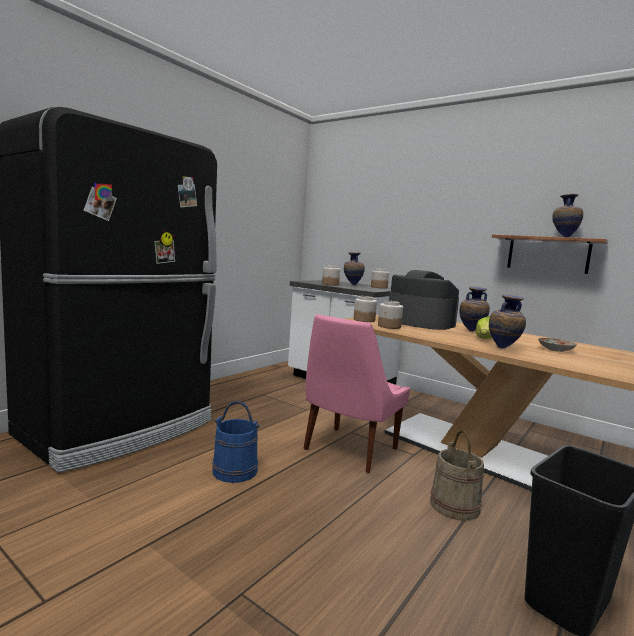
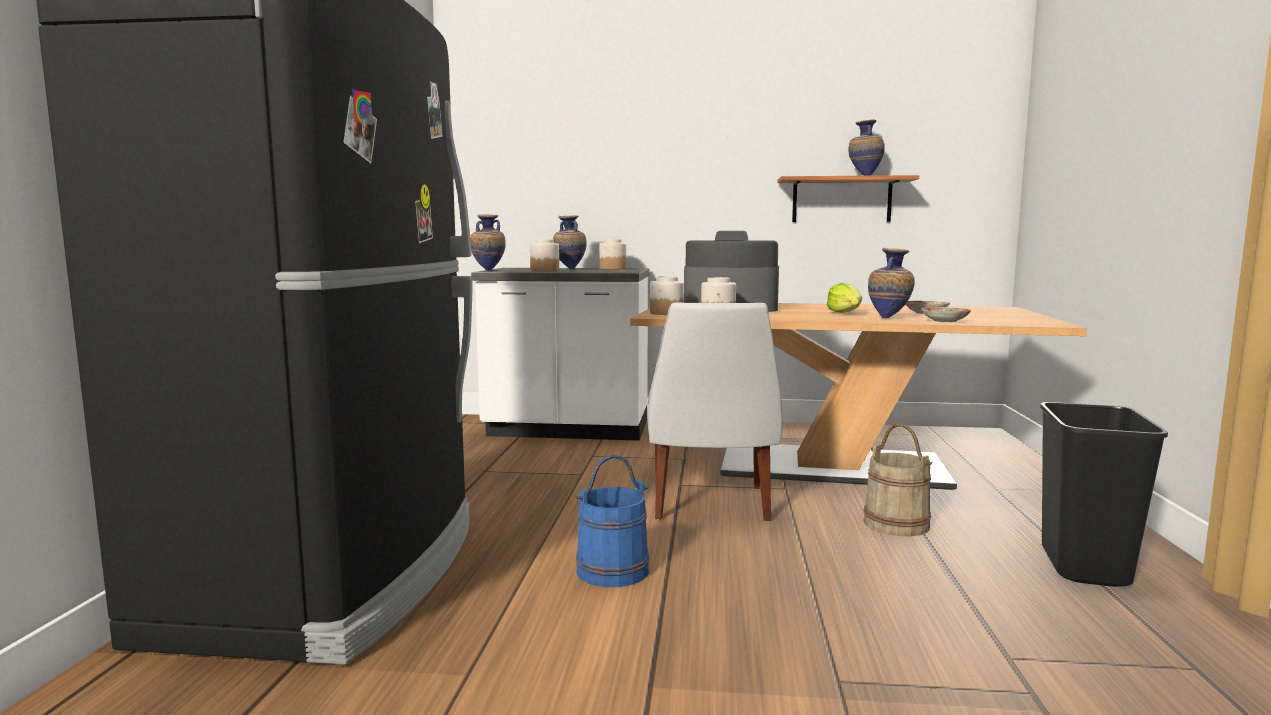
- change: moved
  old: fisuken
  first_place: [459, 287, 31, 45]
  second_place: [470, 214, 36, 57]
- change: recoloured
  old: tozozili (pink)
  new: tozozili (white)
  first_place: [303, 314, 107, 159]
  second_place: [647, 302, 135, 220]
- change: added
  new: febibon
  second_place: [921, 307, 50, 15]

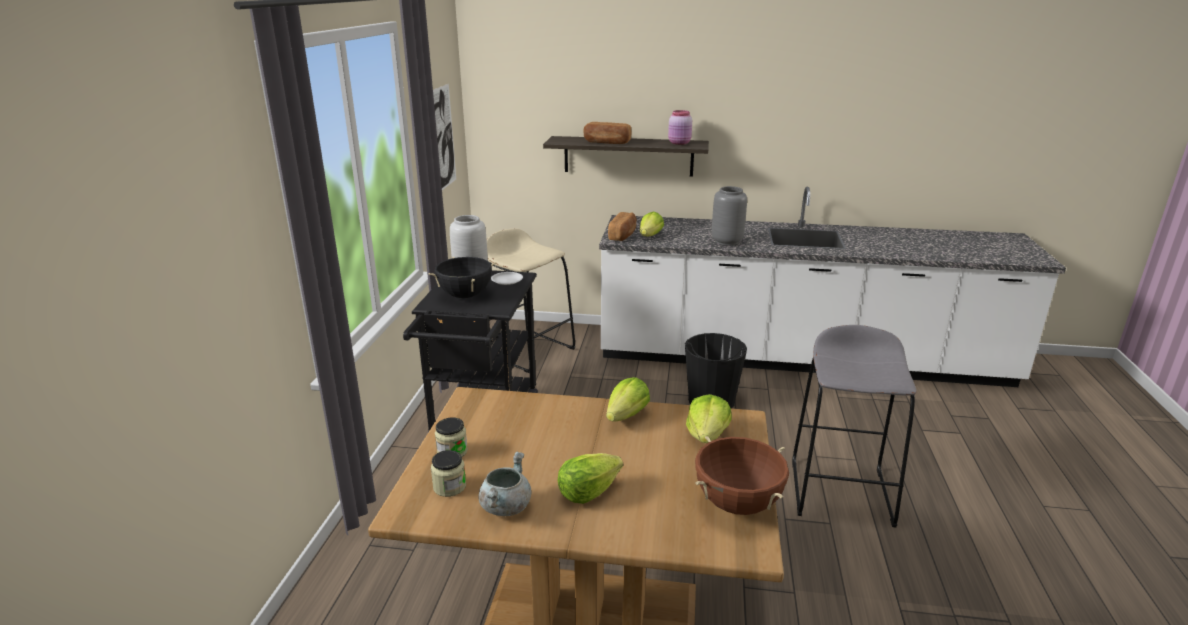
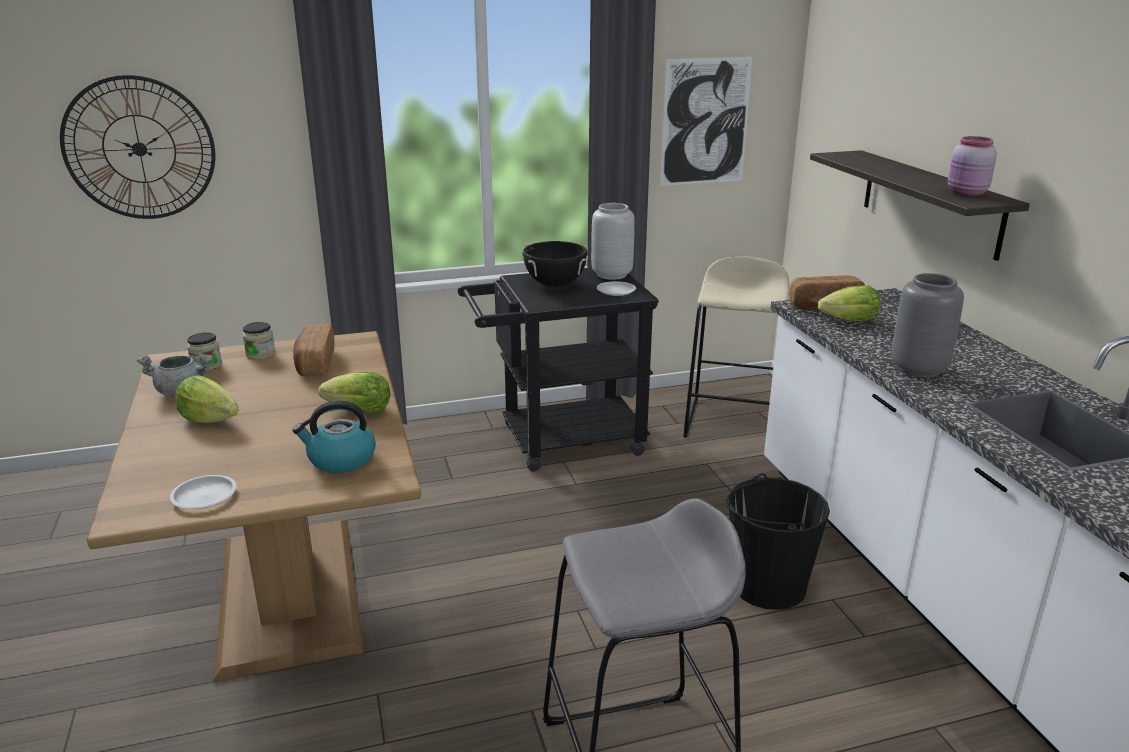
- change: moved
  old: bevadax
  first_place: [583, 122, 48, 22]
  second_place: [293, 324, 42, 52]
- change: replaced
  old: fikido
  new: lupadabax
  first_place: [686, 394, 46, 49]
  second_place: [292, 400, 84, 73]
- change: replaced
  old: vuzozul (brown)
  new: febibon (white)
  first_place: [695, 436, 94, 79]
  second_place: [170, 475, 67, 34]
- change: added
  new: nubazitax
  second_place: [60, 75, 155, 144]

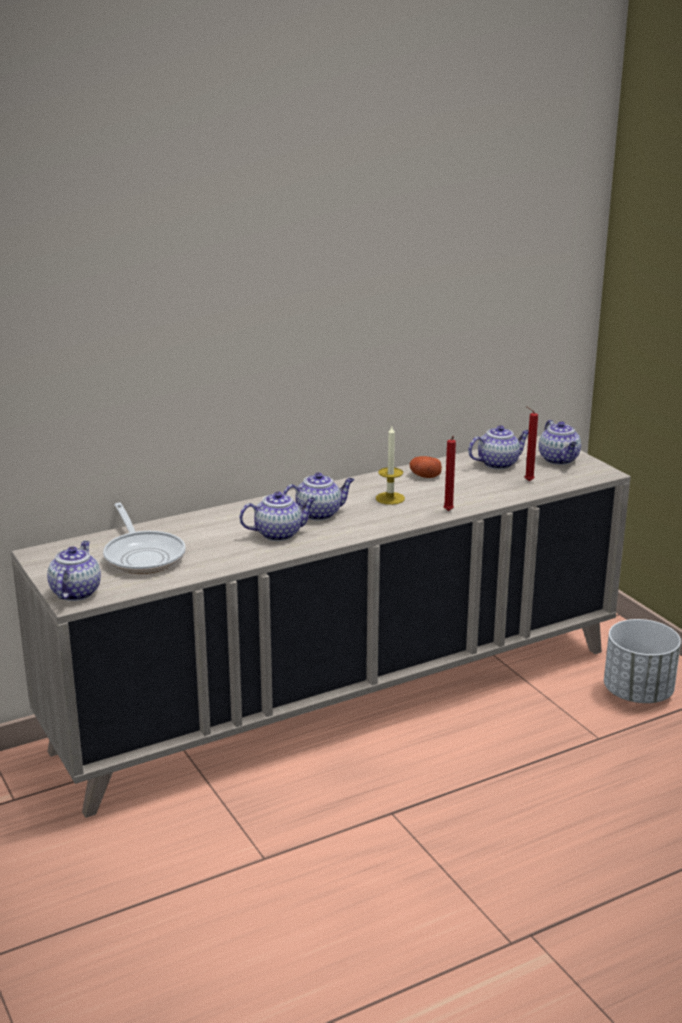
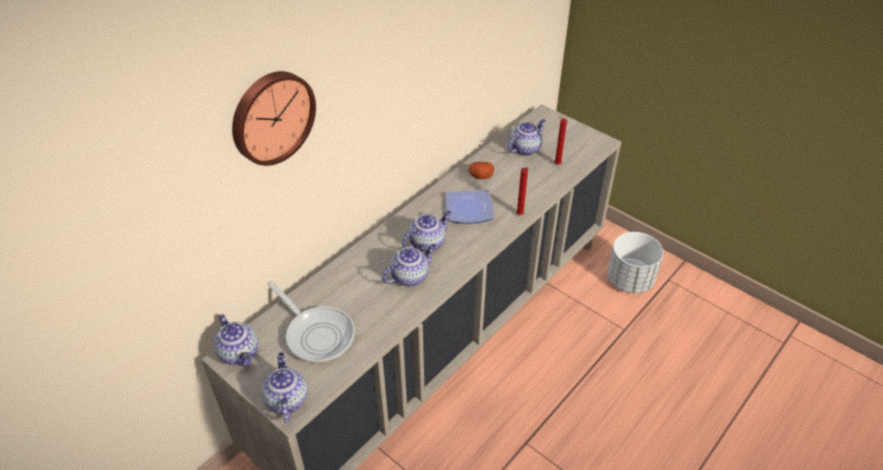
- change: moved
  old: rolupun
  first_place: [539, 420, 42, 45]
  second_place: [214, 314, 44, 52]
- change: replaced
  old: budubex
  new: febibon
  first_place: [376, 426, 29, 79]
  second_place: [446, 190, 47, 34]
- change: added
  new: nubazitax
  second_place: [232, 71, 84, 95]

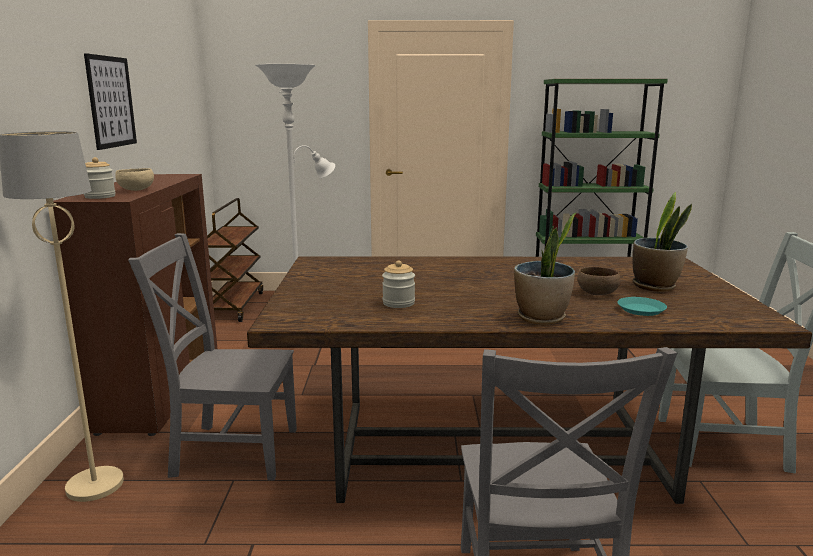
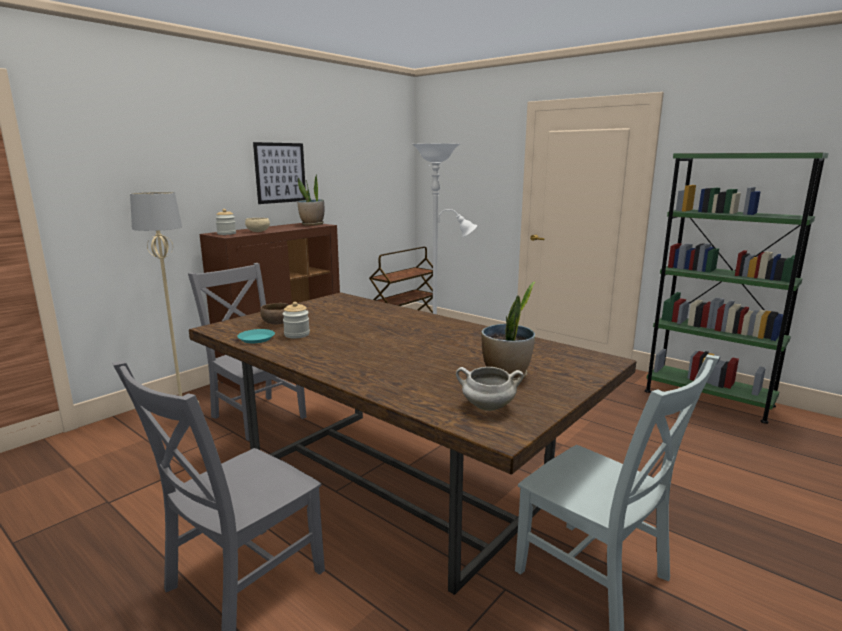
- change: moved
  old: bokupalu
  first_place: [514, 212, 63, 113]
  second_place: [297, 175, 27, 51]
- change: moved
  old: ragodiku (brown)
  first_place: [577, 267, 44, 28]
  second_place: [260, 303, 30, 21]
- change: moved
  old: febibon (turquoise)
  first_place: [617, 297, 50, 19]
  second_place: [237, 329, 38, 14]
- change: added
  new: vuzozul (white)
  second_place: [456, 367, 68, 44]

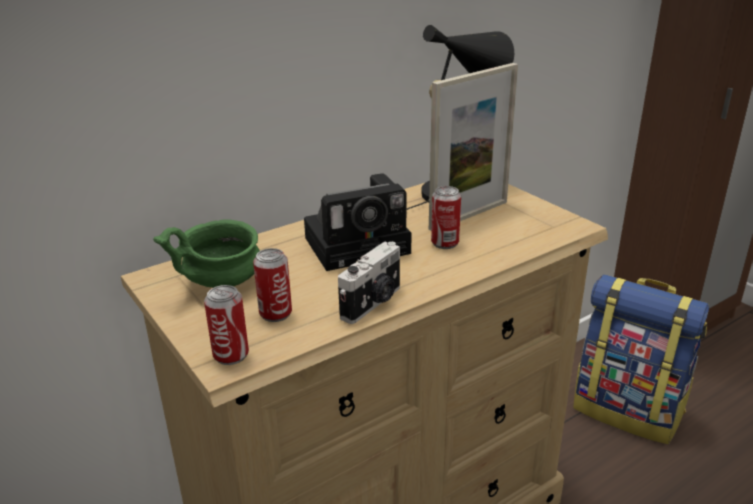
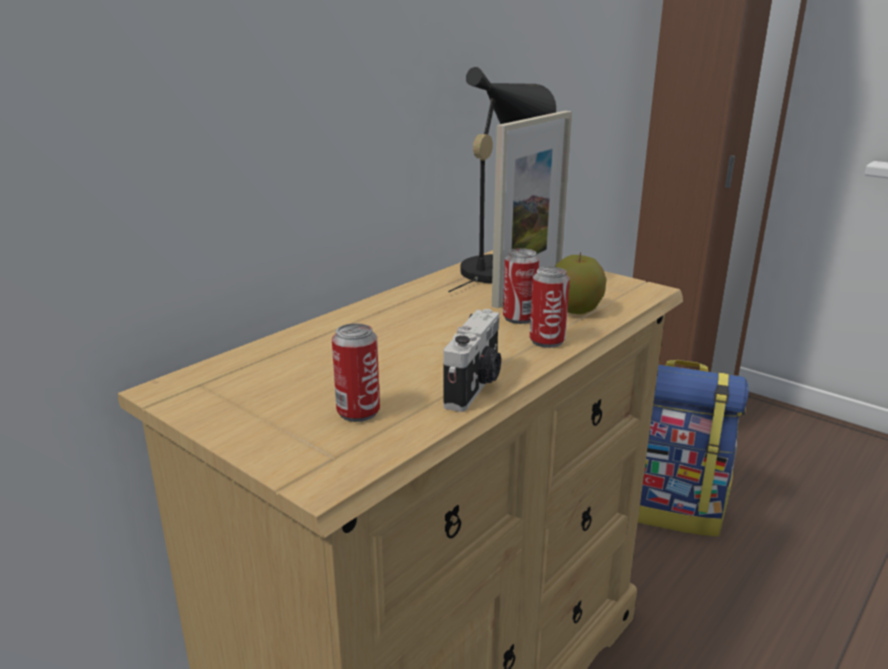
- change: removed
  old: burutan
  first_place: [304, 173, 107, 98]
- change: removed
  old: ragodiku (green)
  first_place: [153, 219, 107, 69]
- change: moved
  old: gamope
  first_place: [204, 285, 45, 80]
  second_place: [530, 267, 40, 81]
- change: added
  new: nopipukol
  second_place: [555, 252, 52, 62]

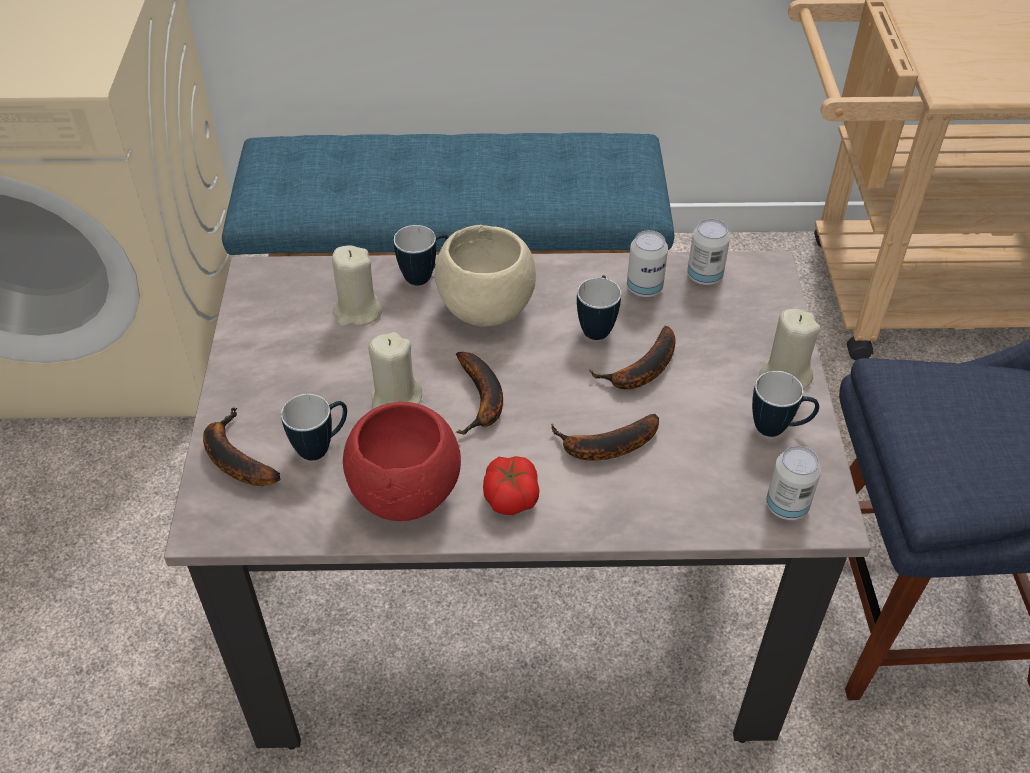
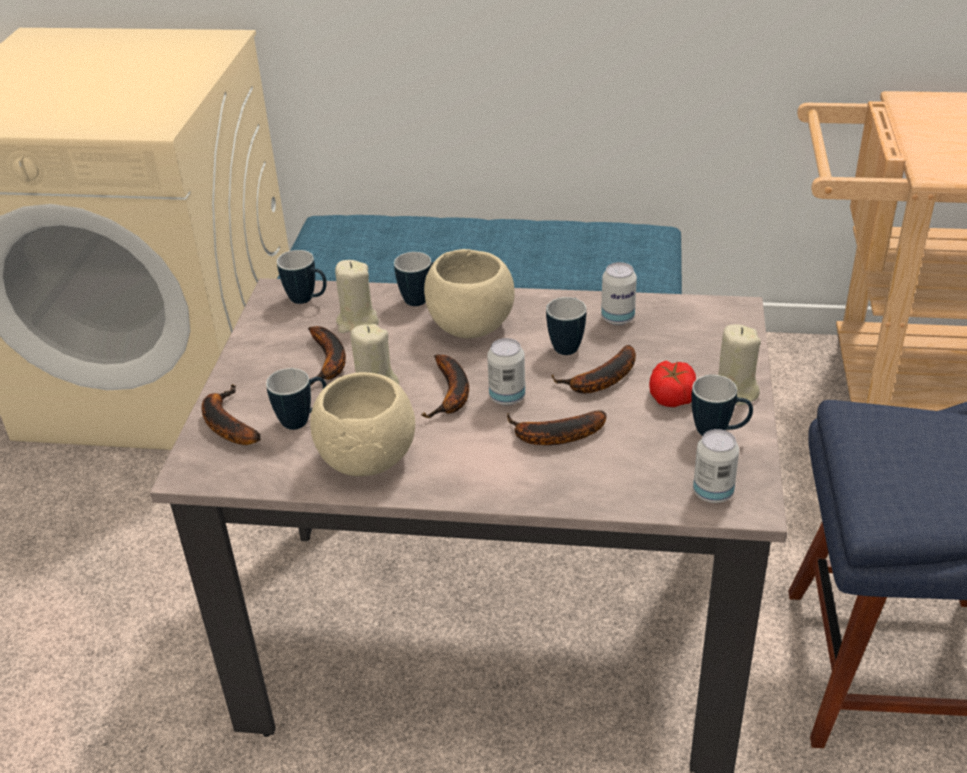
- change: moved
  old: gamope
  first_place: [687, 219, 43, 66]
  second_place: [487, 338, 38, 68]
- change: recoloured
  old: ragodiku (red)
  new: ragodiku (beige)
  first_place: [343, 402, 118, 119]
  second_place: [310, 372, 105, 105]
- change: moved
  old: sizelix
  first_place: [483, 456, 57, 59]
  second_place: [649, 360, 47, 47]
- change: added
  new: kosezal
  second_place: [277, 250, 50, 54]
- change: added
  new: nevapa
  second_place: [308, 326, 38, 60]

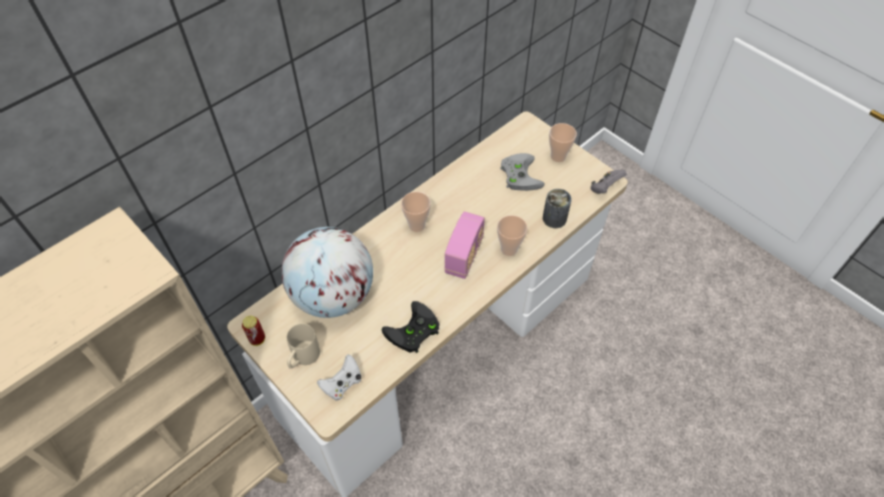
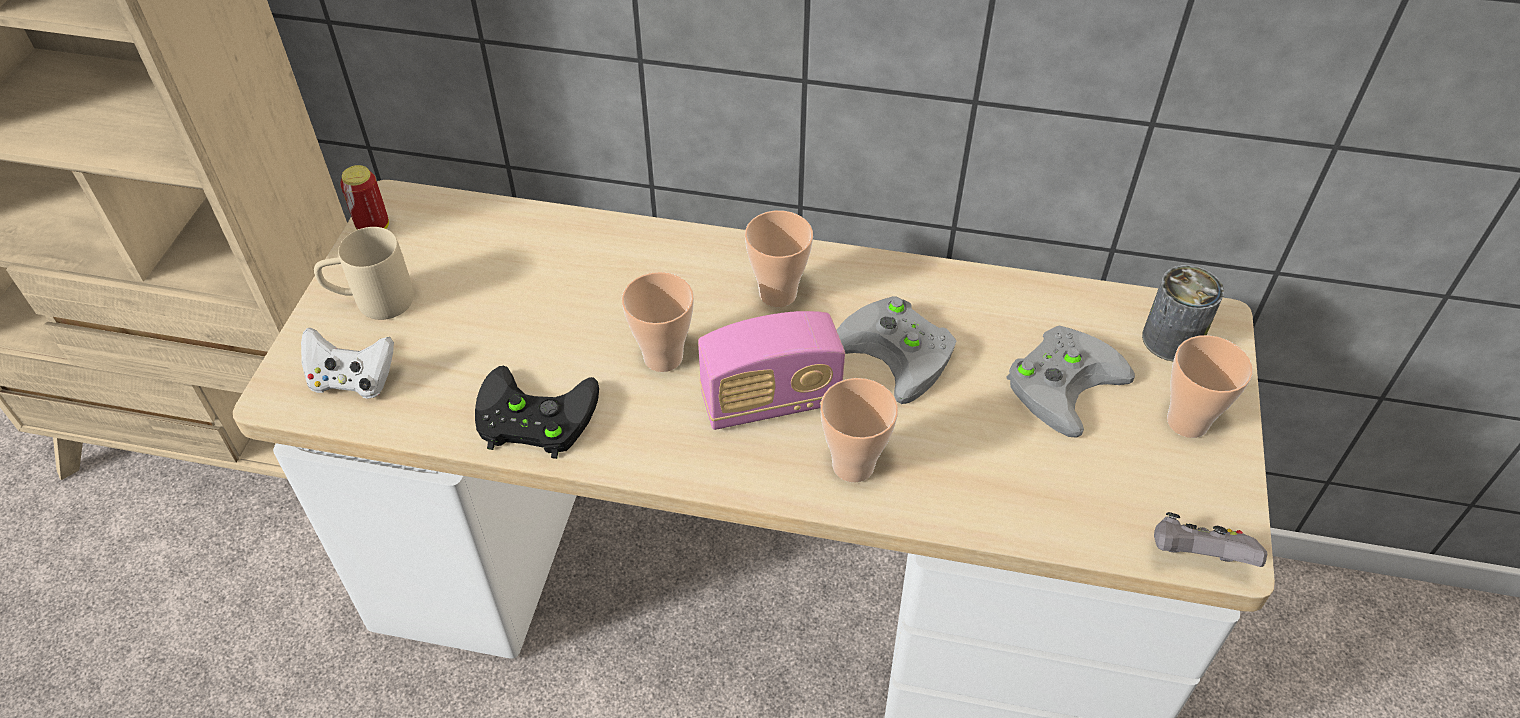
- change: moved
  old: gamope
  first_place: [543, 189, 29, 39]
  second_place: [1142, 265, 82, 96]
- change: removed
  old: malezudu
  first_place: [281, 227, 92, 91]
- change: added
  new: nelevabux
  second_place: [622, 272, 72, 100]
- change: added
  new: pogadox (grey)
  second_place: [837, 296, 119, 108]

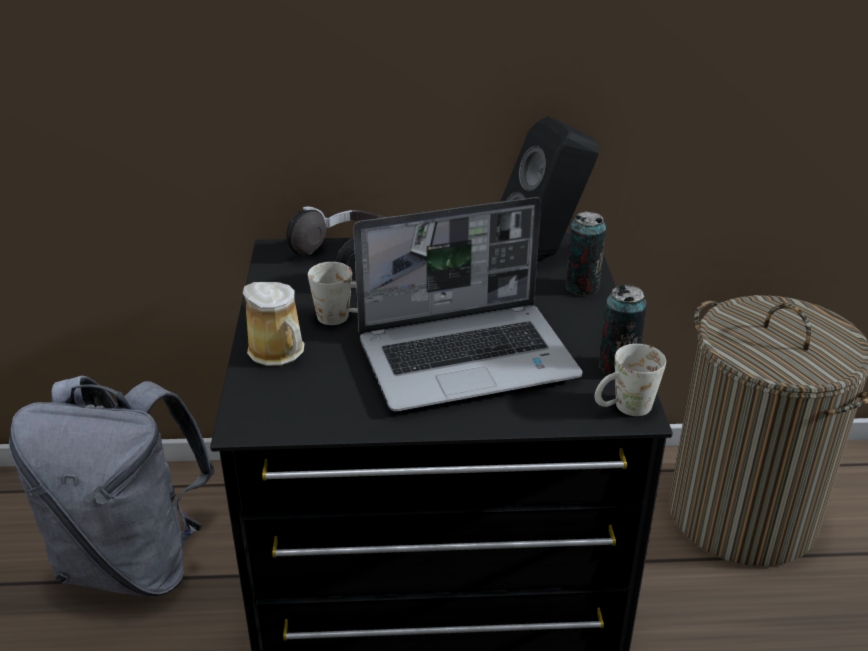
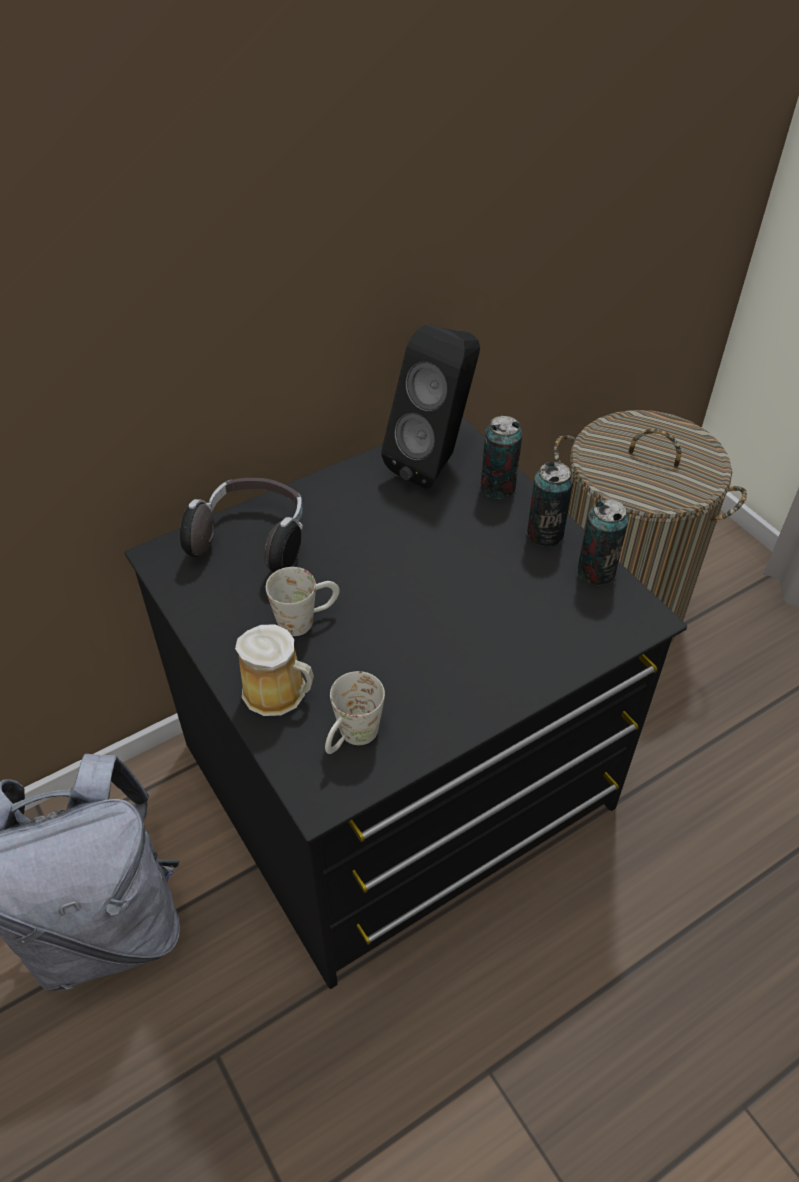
- change: removed
  old: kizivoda
  first_place: [353, 197, 230, 215]
- change: moved
  old: kosezal (white)
  first_place: [595, 344, 71, 72]
  second_place: [325, 671, 60, 83]
- change: added
  new: gamope
  second_place: [527, 462, 46, 85]

